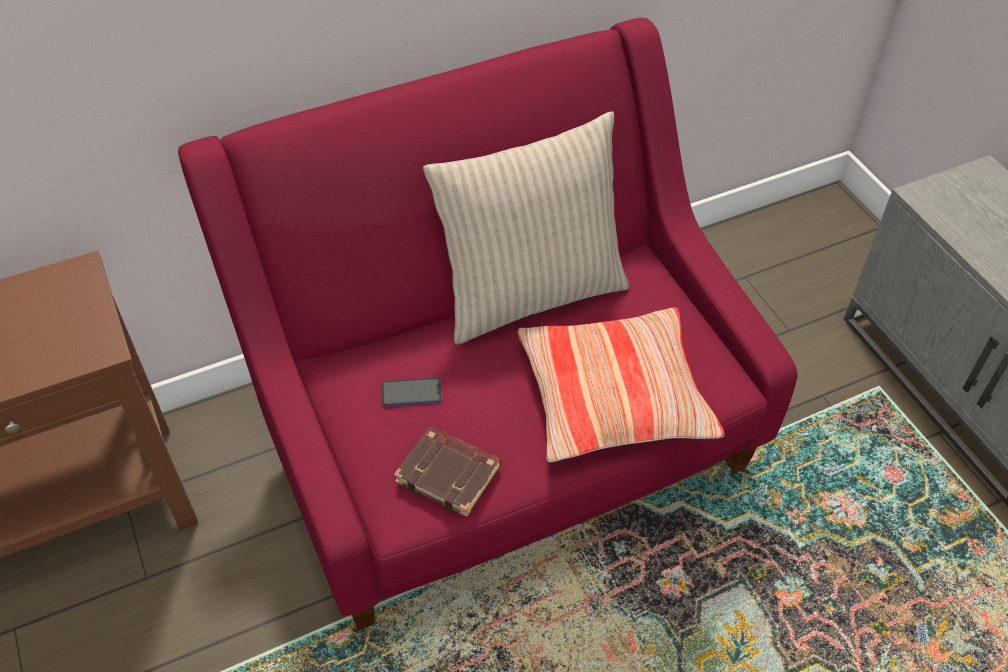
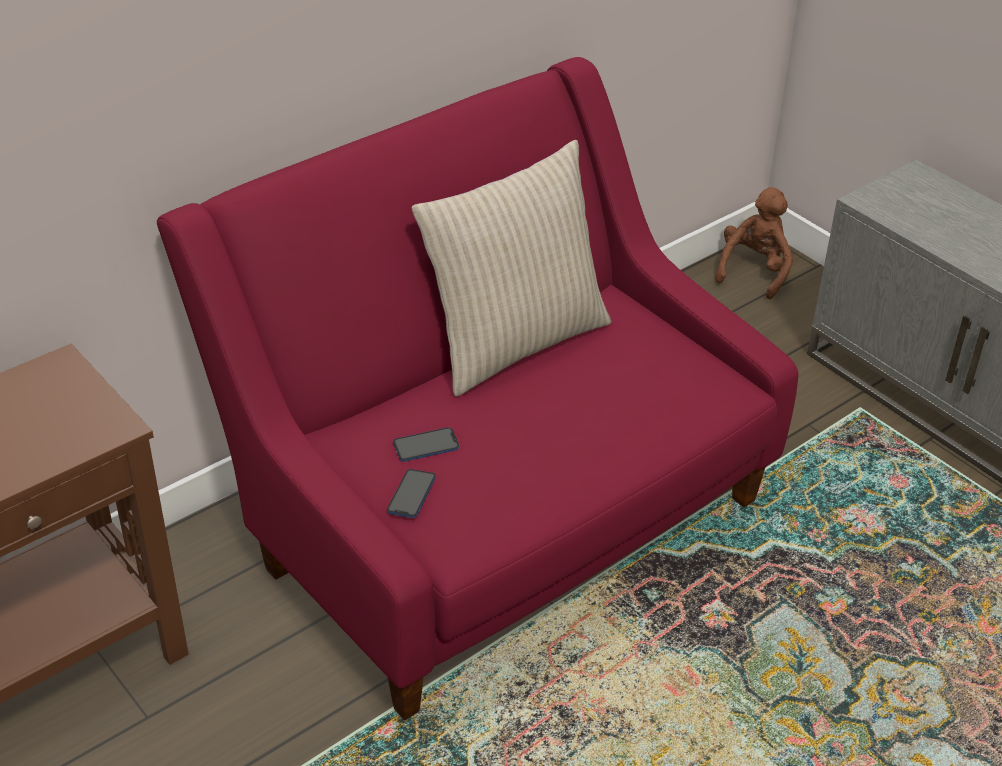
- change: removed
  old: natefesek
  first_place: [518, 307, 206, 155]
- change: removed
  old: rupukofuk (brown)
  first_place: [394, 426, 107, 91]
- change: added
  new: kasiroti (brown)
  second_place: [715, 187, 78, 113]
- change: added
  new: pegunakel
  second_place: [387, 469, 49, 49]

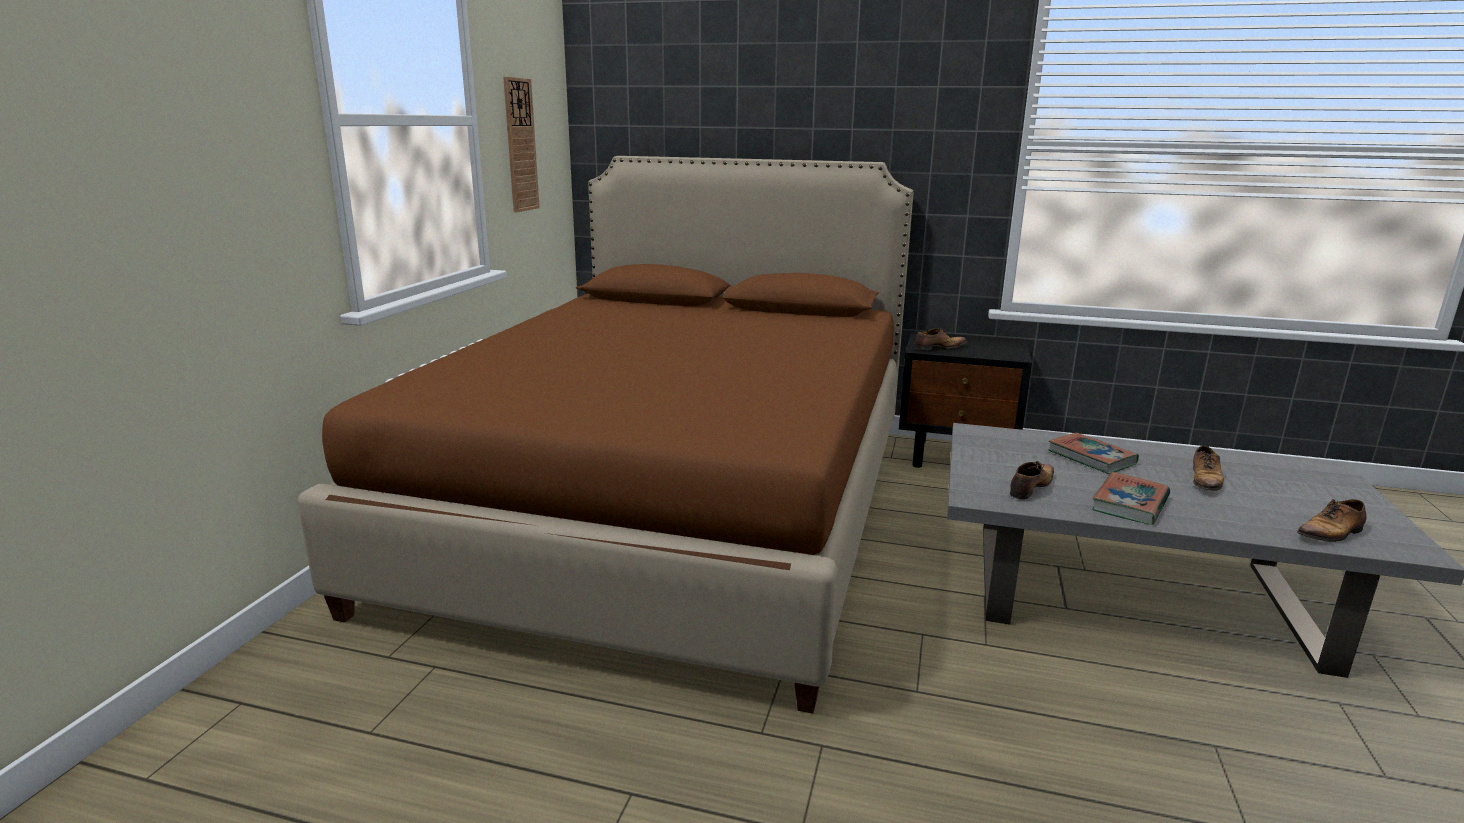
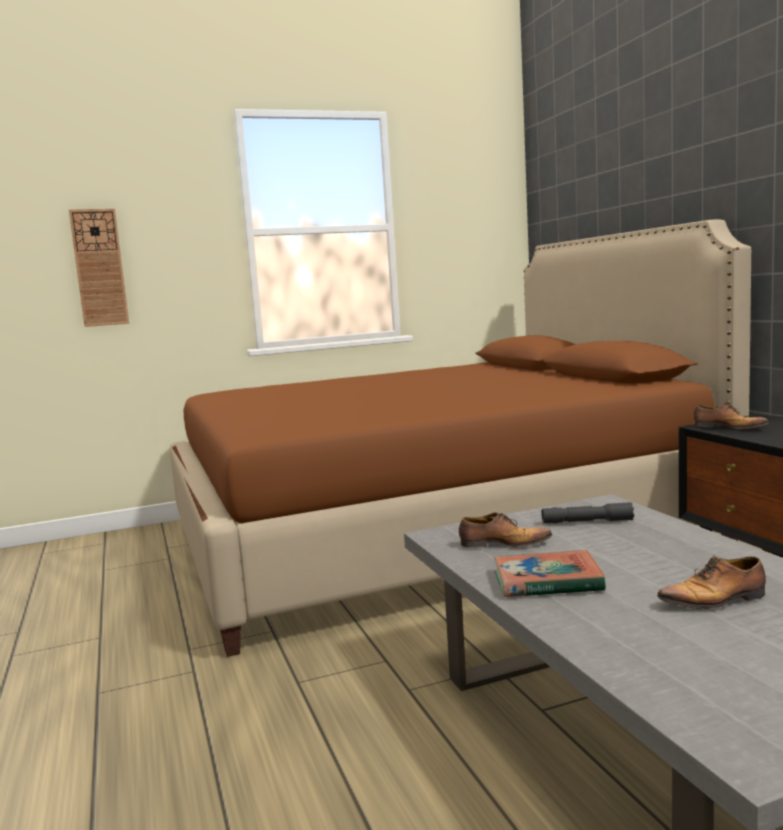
- change: moved
  old: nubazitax
  first_place: [503, 77, 37, 135]
  second_place: [69, 208, 60, 119]
- change: removed
  old: rupukofuk
  first_place: [1048, 433, 91, 41]
- change: removed
  old: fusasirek
  first_place: [1297, 499, 70, 43]
- change: added
  new: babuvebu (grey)
  second_place: [541, 502, 93, 22]

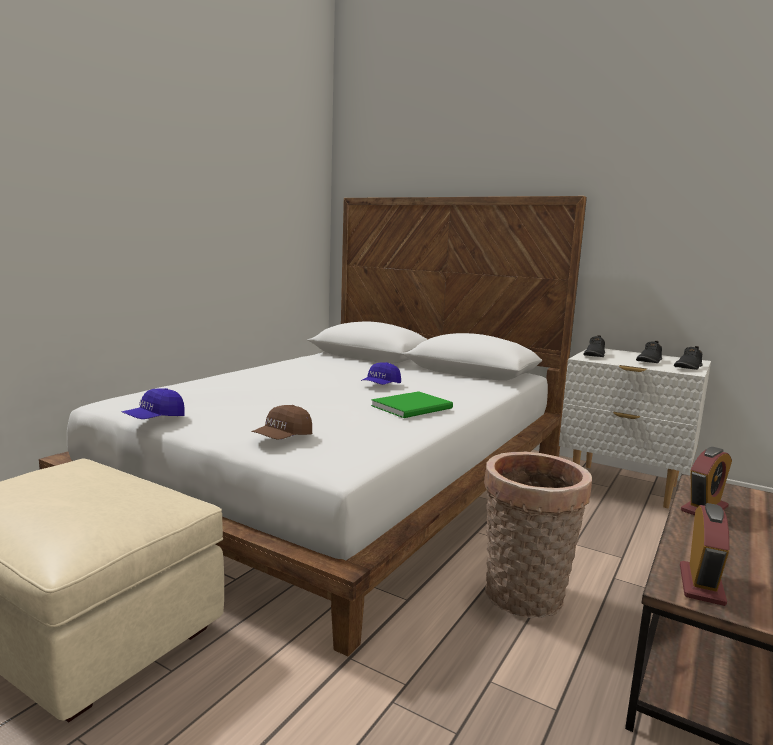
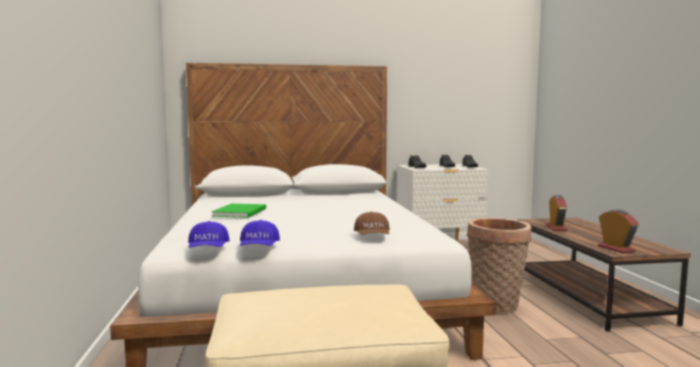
- change: moved
  old: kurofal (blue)
  first_place: [361, 362, 40, 23]
  second_place: [188, 221, 42, 27]
- change: moved
  old: rupukofuk (green)
  first_place: [371, 391, 82, 27]
  second_place: [211, 203, 55, 15]

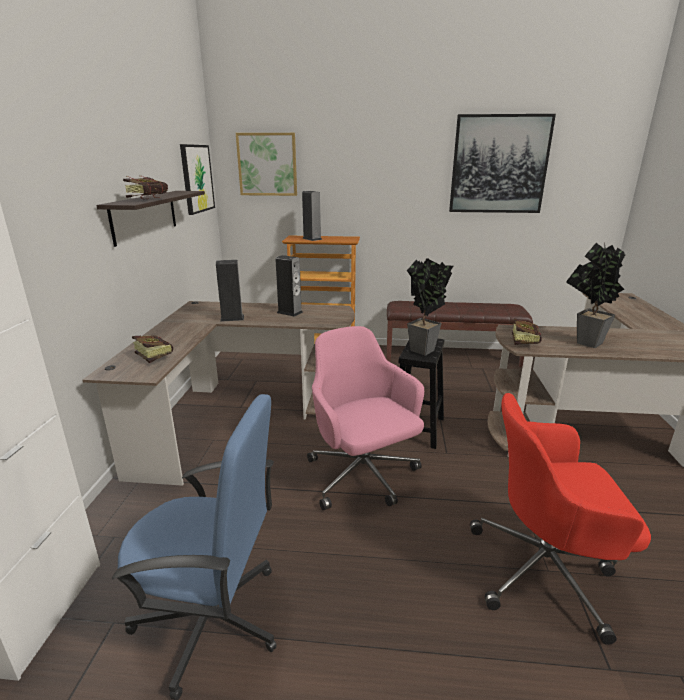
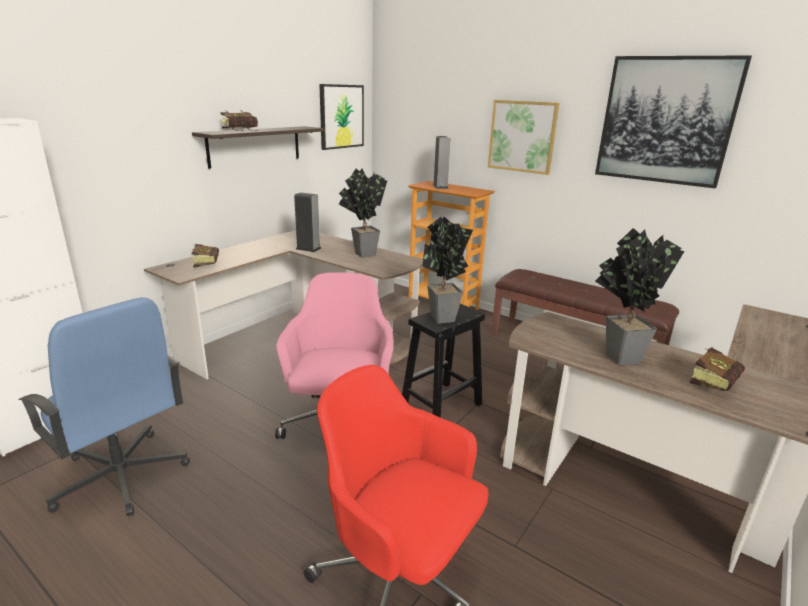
- change: moved
  old: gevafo
  first_place: [236, 133, 61, 63]
  second_place: [488, 100, 71, 75]
- change: replaced
  old: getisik
  new: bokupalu
  first_place: [275, 255, 28, 62]
  second_place: [339, 169, 48, 88]
- change: moved
  old: rupukofuk
  first_place: [512, 318, 30, 27]
  second_place: [690, 347, 55, 44]

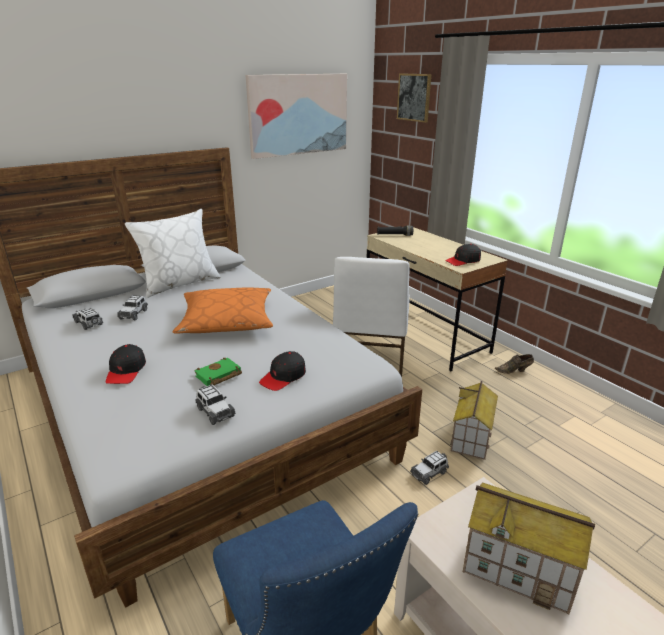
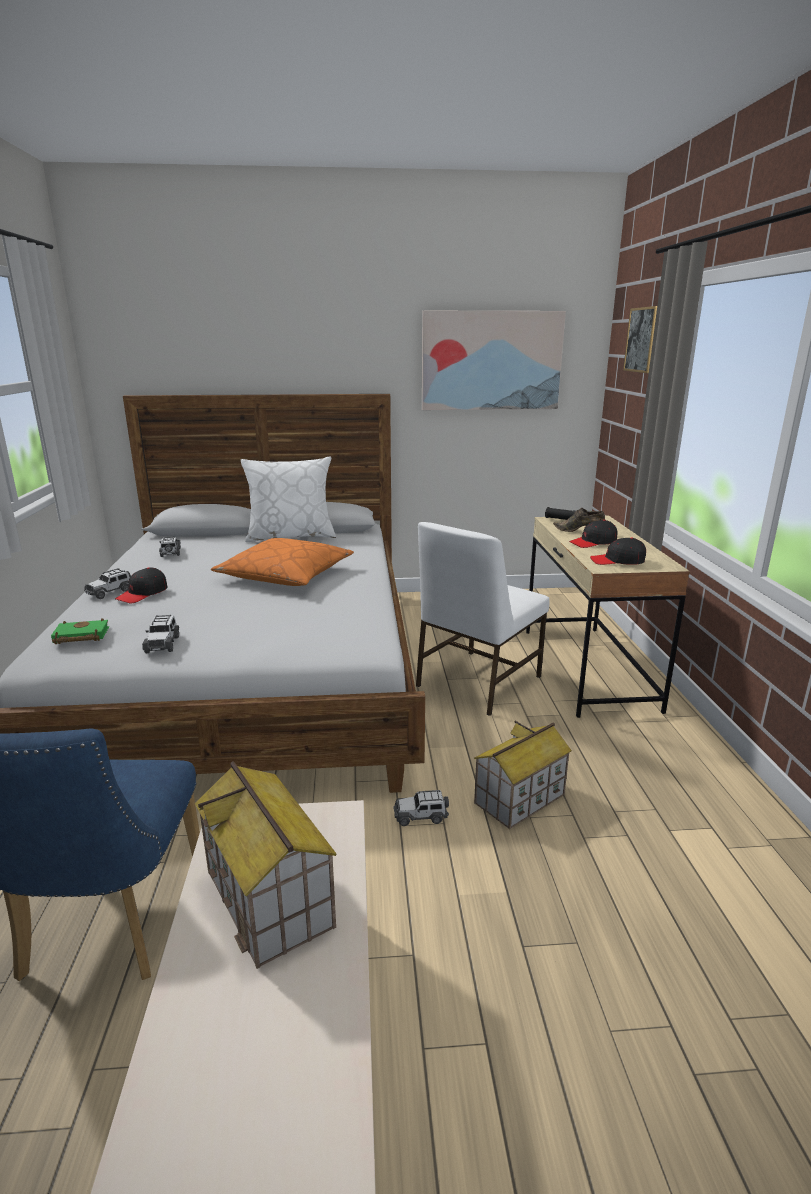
- change: moved
  old: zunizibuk
  first_place: [117, 295, 31, 25]
  second_place: [84, 568, 47, 31]
- change: moved
  old: kurofal (black)
  first_place: [259, 351, 47, 40]
  second_place: [569, 520, 48, 28]
- change: moved
  old: fusasirek (brown)
  first_place: [495, 354, 39, 20]
  second_place: [553, 508, 52, 24]
- change: moved
  old: rupukofuk (green)
  first_place: [194, 357, 48, 29]
  second_place: [51, 618, 58, 26]

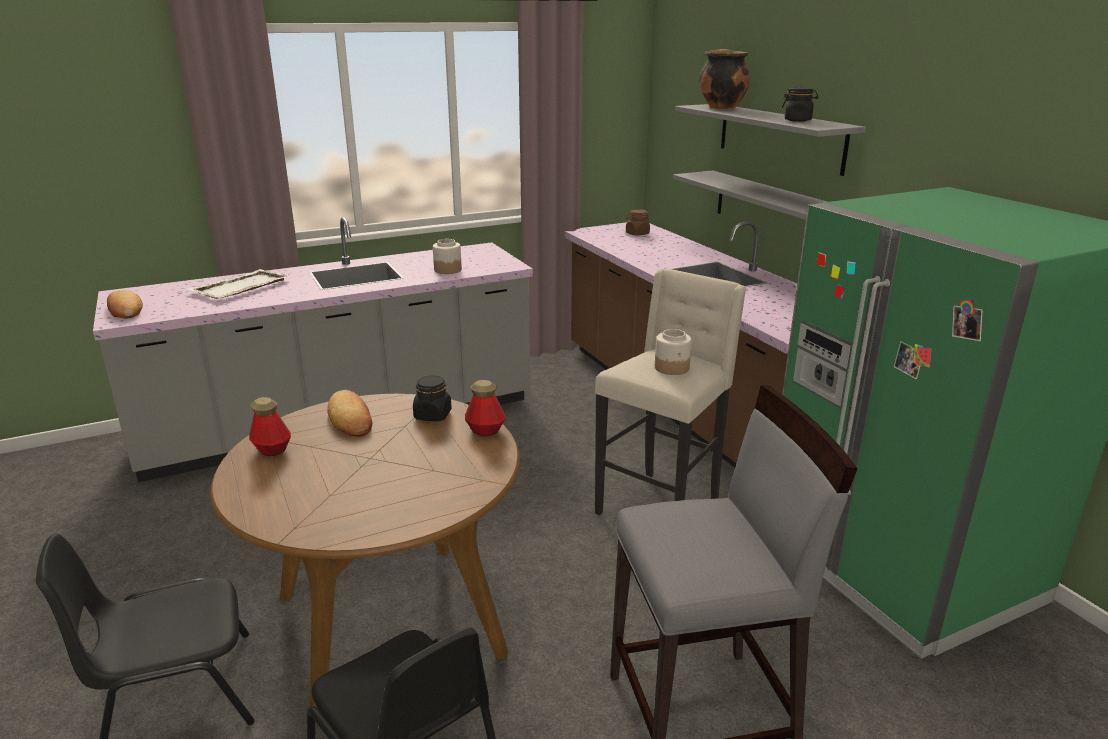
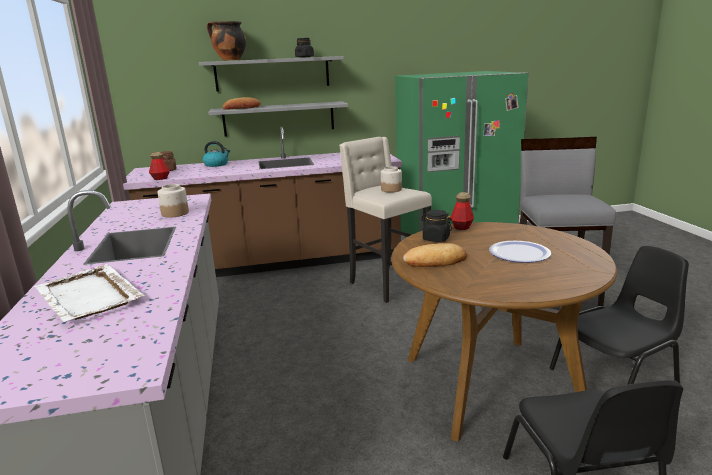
- change: moved
  old: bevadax
  first_place: [107, 290, 36, 28]
  second_place: [223, 97, 38, 13]
- change: moved
  old: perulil
  first_place: [249, 397, 42, 59]
  second_place: [149, 152, 21, 28]
- change: added
  new: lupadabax
  second_place: [203, 141, 27, 26]
- change: added
  new: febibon
  second_place: [489, 241, 62, 22]

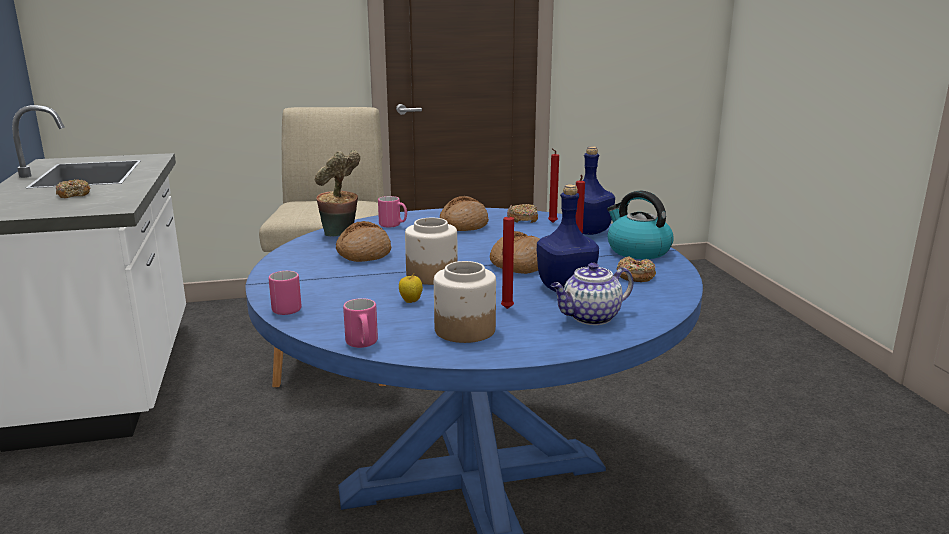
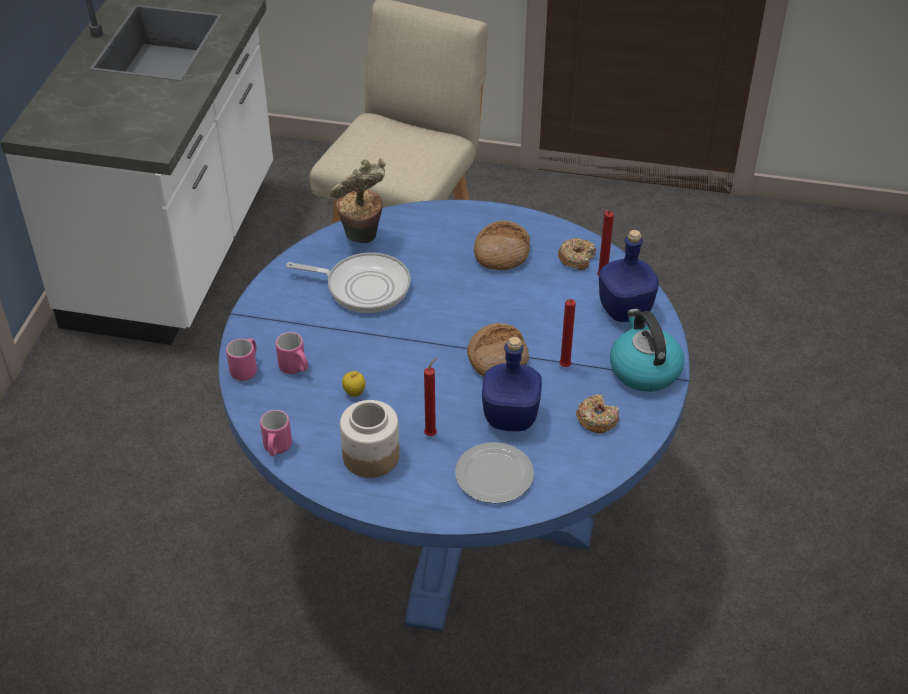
- change: removed
  old: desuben
  first_place: [56, 179, 34, 19]
- change: moved
  old: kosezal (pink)
  first_place: [378, 196, 29, 32]
  second_place: [276, 332, 32, 42]
- change: removed
  old: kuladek
  first_place: [405, 218, 53, 67]
- change: replaced
  old: bevadax
  new: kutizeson
  first_place: [336, 221, 55, 41]
  second_place: [286, 252, 125, 61]
- change: replaced
  old: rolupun
  new: febibon
  first_place: [551, 263, 82, 62]
  second_place: [455, 442, 79, 61]

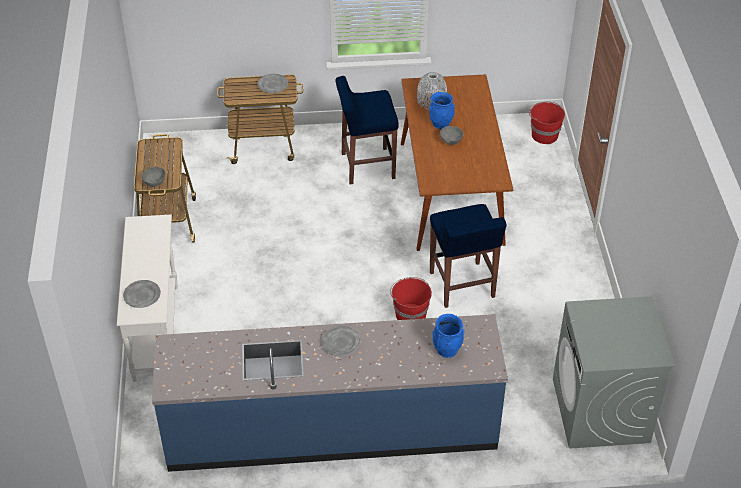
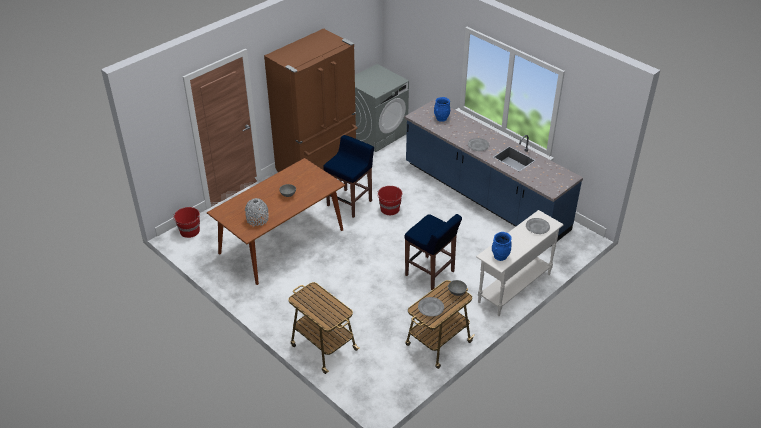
- change: moved
  old: febibon (grey)
  first_place: [257, 74, 31, 19]
  second_place: [418, 297, 26, 20]
- change: moved
  old: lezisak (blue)
  first_place: [335, 76, 64, 109]
  second_place: [405, 214, 57, 76]
- change: moved
  old: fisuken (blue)
  first_place: [429, 92, 26, 37]
  second_place: [492, 232, 20, 29]
- change: added
  new: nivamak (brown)
  second_place: [264, 28, 94, 144]

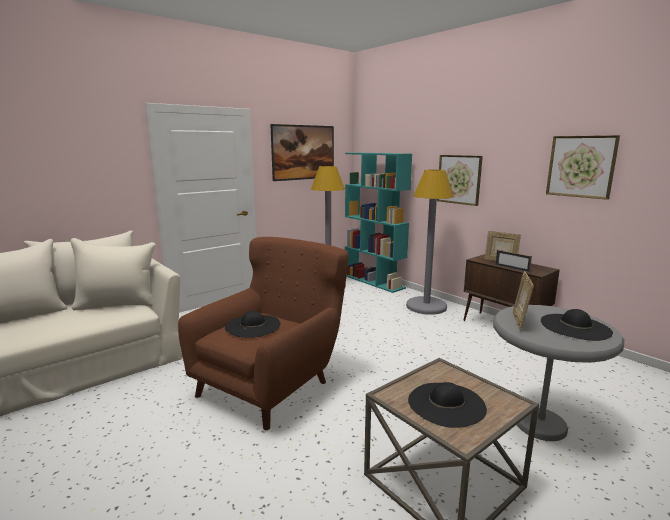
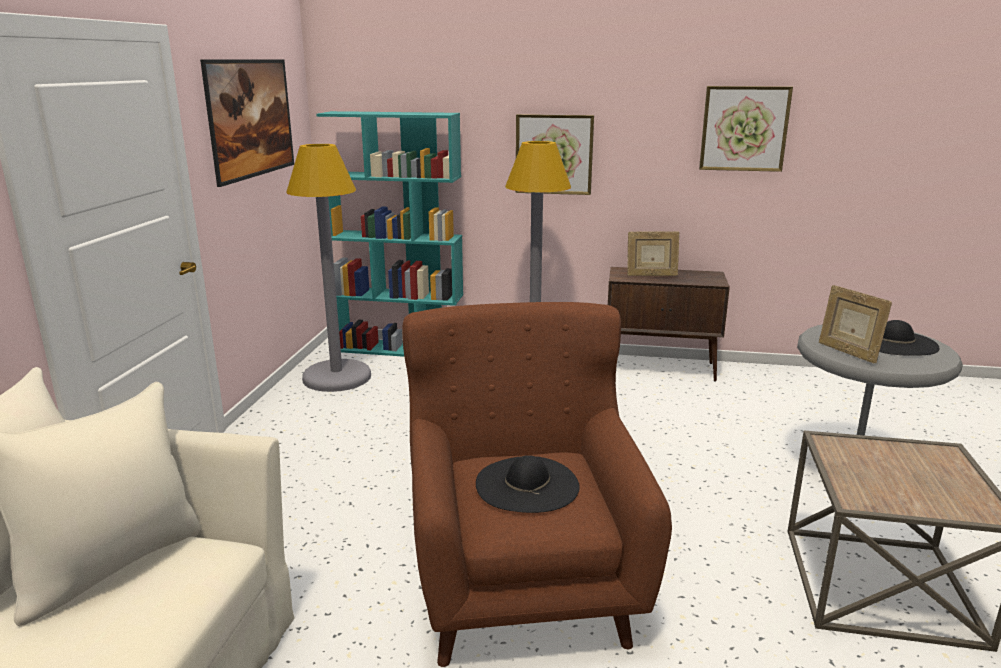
- change: removed
  old: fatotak
  first_place: [495, 250, 37, 23]
- change: removed
  old: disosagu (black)
  first_place: [408, 382, 79, 46]

